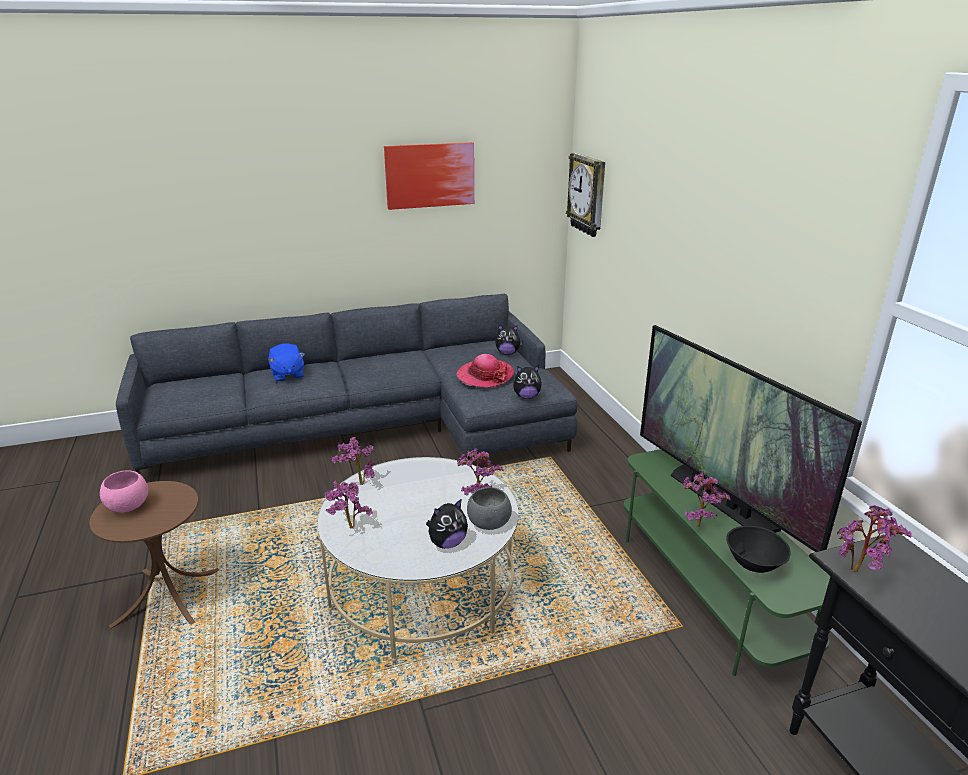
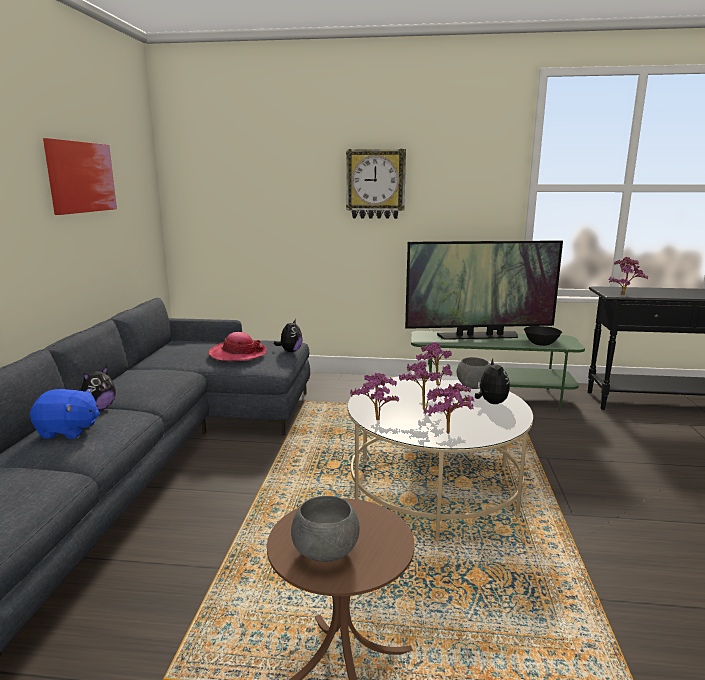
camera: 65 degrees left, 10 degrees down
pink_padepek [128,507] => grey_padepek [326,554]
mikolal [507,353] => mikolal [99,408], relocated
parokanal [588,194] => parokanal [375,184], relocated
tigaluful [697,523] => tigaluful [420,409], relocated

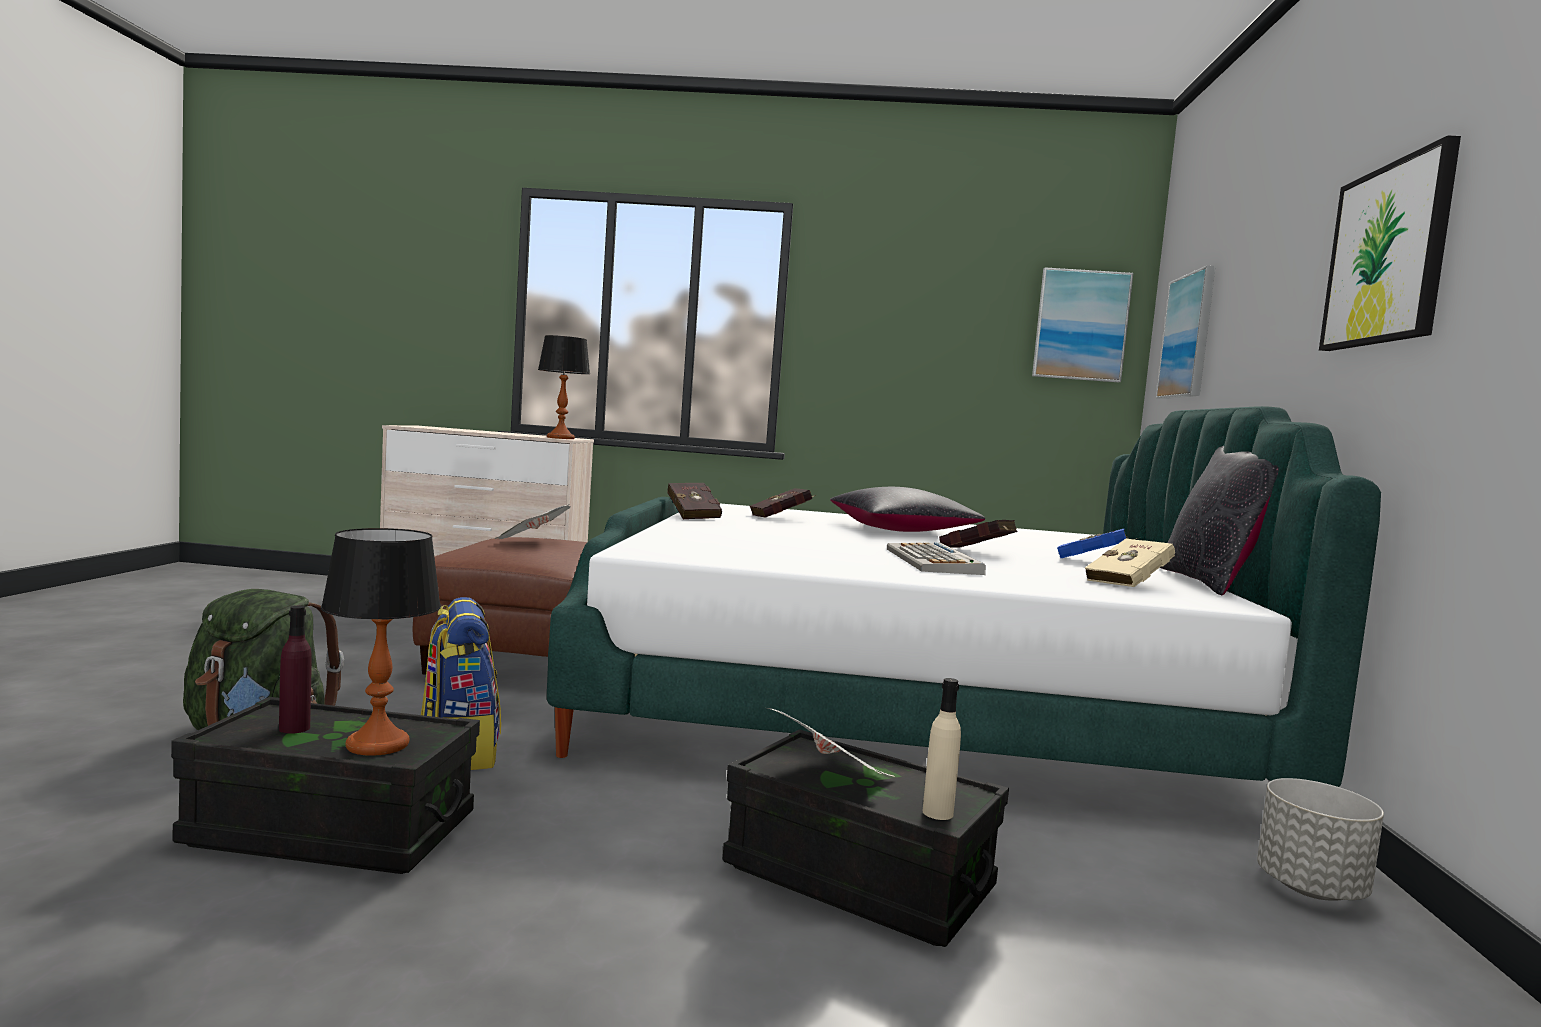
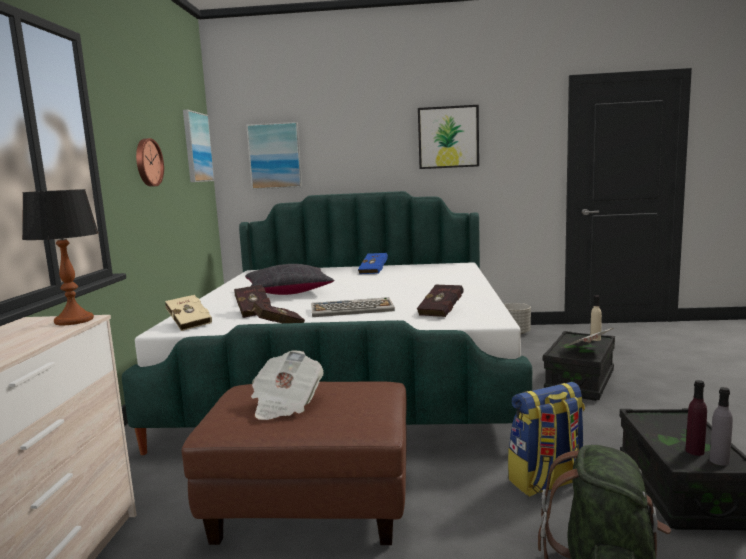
camera: 90 degrees left, 5 degrees up
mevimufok [378,744] => nothing
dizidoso [933,561] => dizidoso [353,309], relocated
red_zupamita [979,553] => red_zupamita [442,312], relocated
beige_zupamita [1130,583] => beige_zupamita [189,324], relocated
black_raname [1213,583] => nothing
nothing => parokanal [147,162]
nothing => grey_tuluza [719,461]

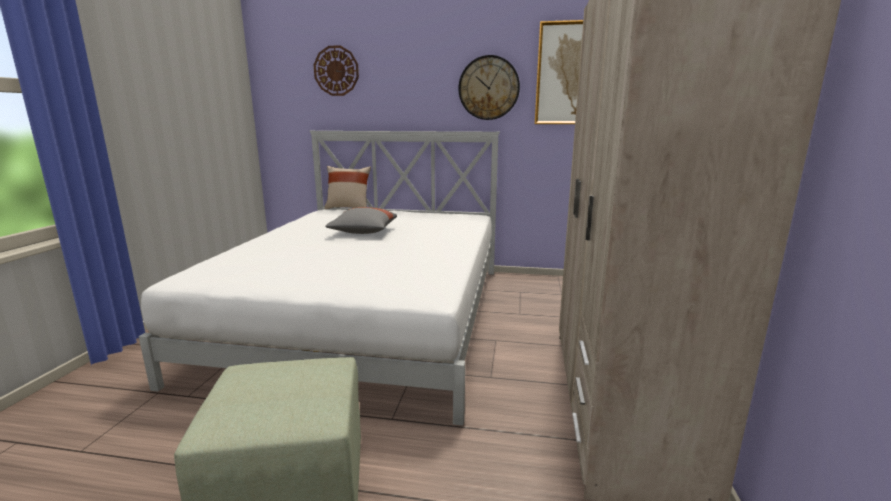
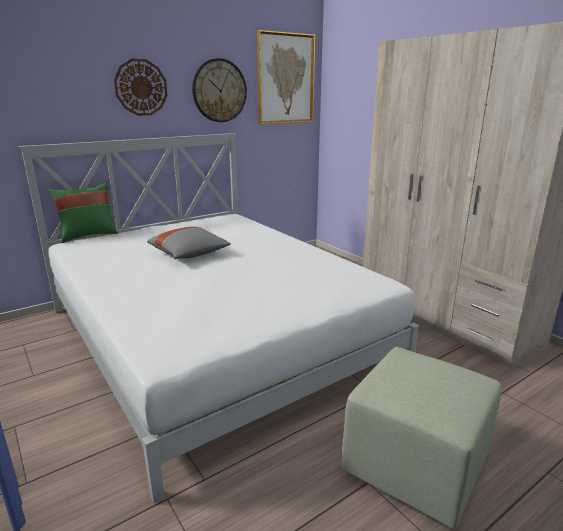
camera: 45 degrees left, 5 degrees up
parokanal [336,71] => parokanal [141,87], relocated
beige_raname [348,208] => green_raname [88,235]

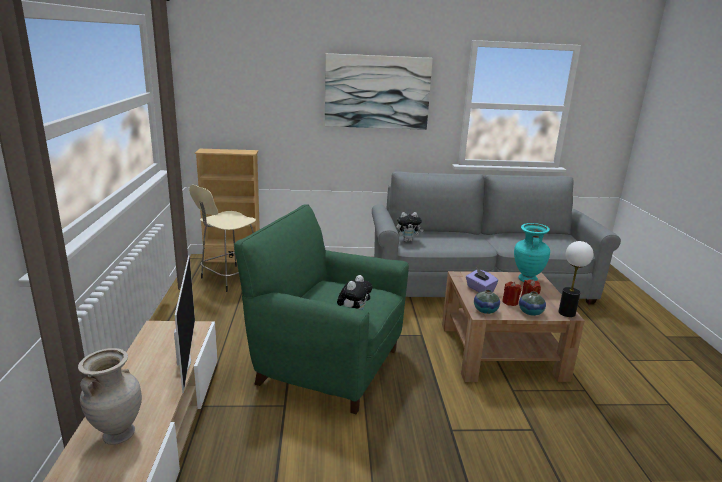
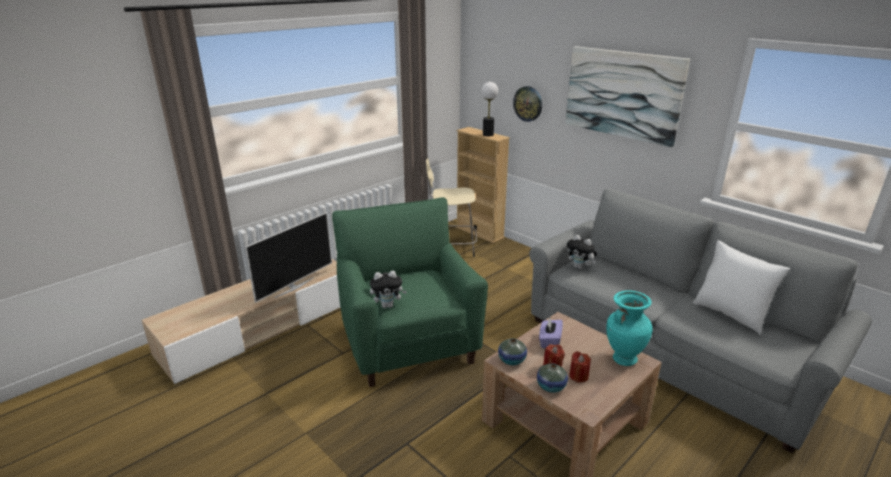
camera: 50 degrees right, 5 degrees up
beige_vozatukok [117,435] => nothing
mevimufok [567,313] => mevimufok [488,135], relocated
nothing => parokanal [528,103]
nothing => white_raname [730,314]

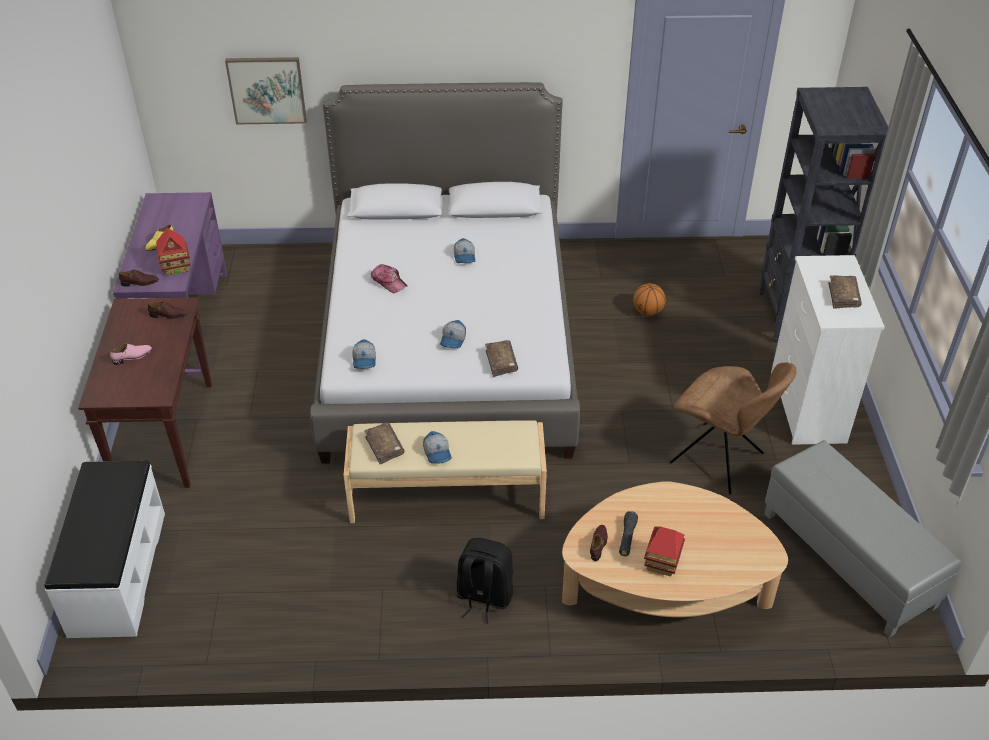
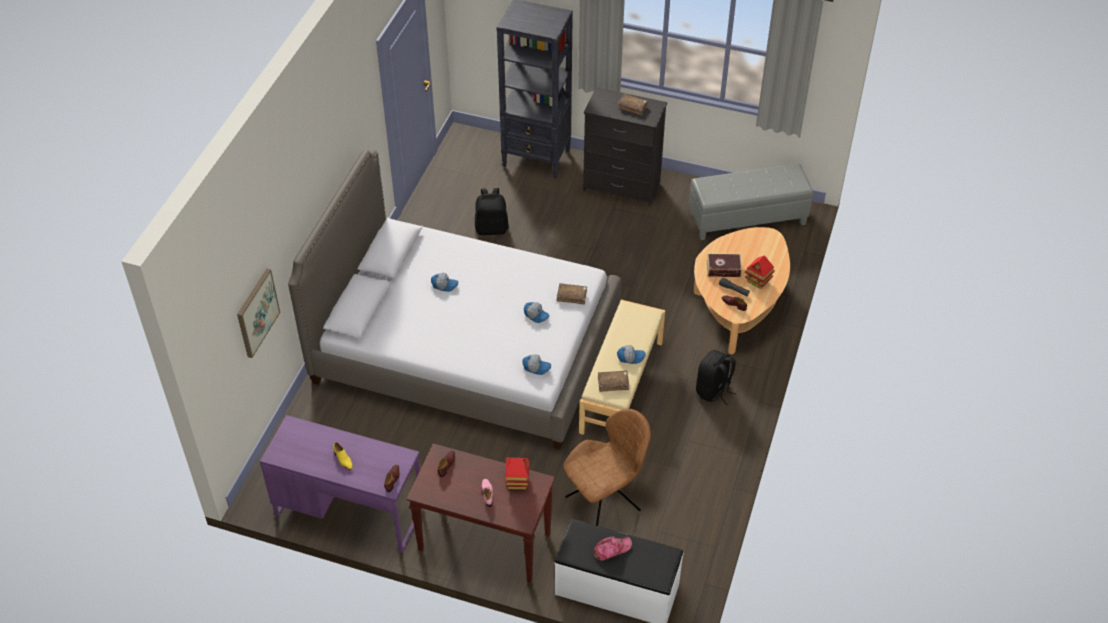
camera: 70 degrees left, 5 degrees up
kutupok [176,267] => kutupok [517,481], relocated
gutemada [389,282] => gutemada [611,549], relocated
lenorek [648,312] => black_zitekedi [492,228]
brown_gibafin [720,460] => brown_gibafin [605,502], relocated
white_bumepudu [807,407] => black_bumepudu [622,187]
nothing => zupamita [723,268]

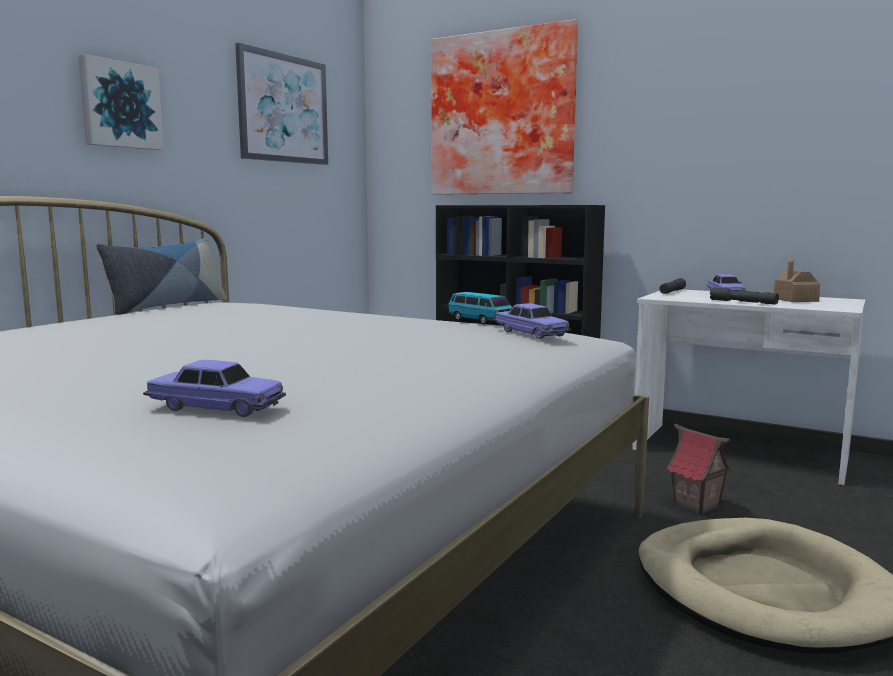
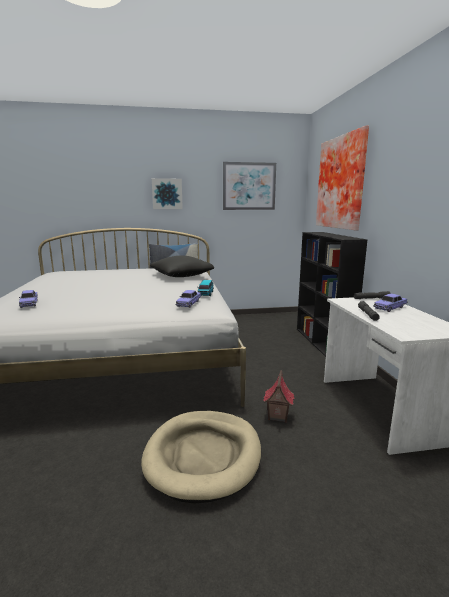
camera: 50 degrees right, 5 degrees up
kutupok [795,300] => nothing
nothing => black_raname [181,275]

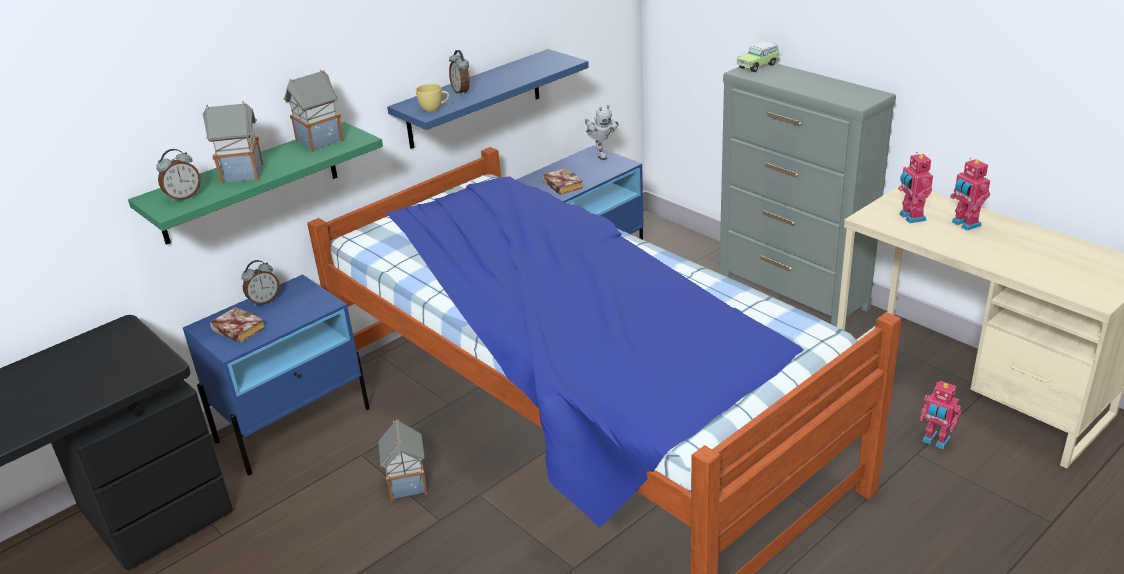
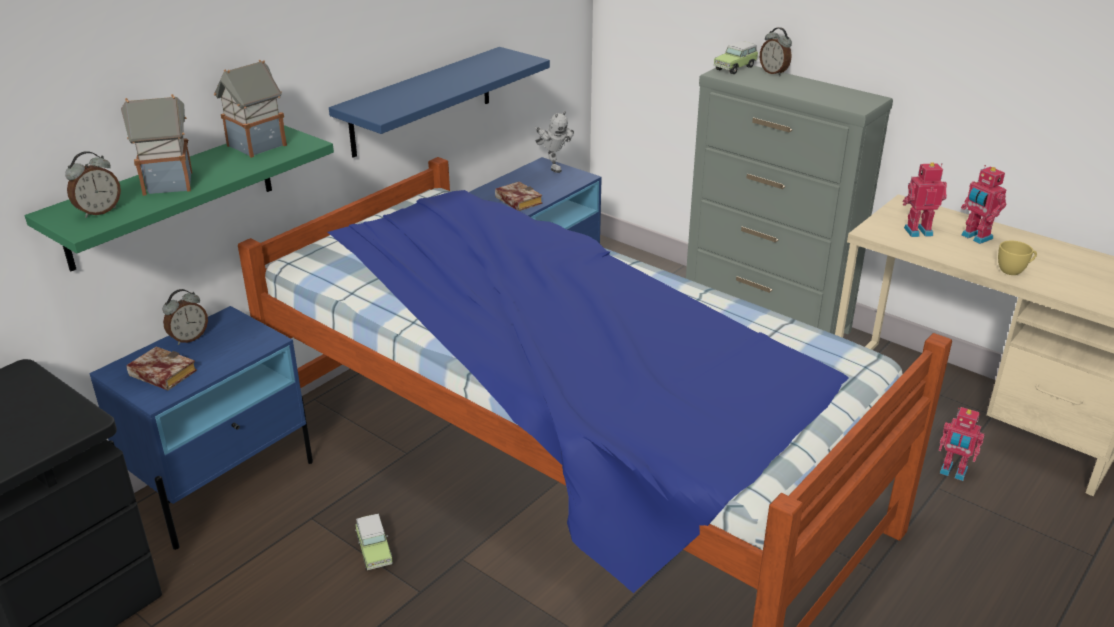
camera: 10 degrees left, 0 degrees up
kutupok [407,484] => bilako [374,551]
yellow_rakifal [434,109] => yellow_rakifal [1014,270], relocated
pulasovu [462,92] => pulasovu [774,73], relocated
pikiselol [910,217] => pikiselol [917,231], 105 degrees clockwise

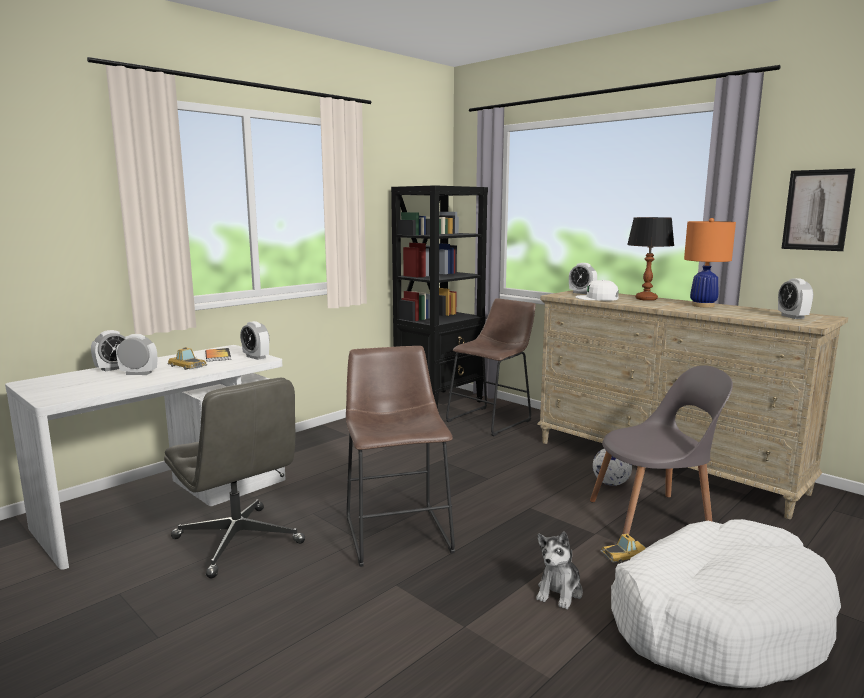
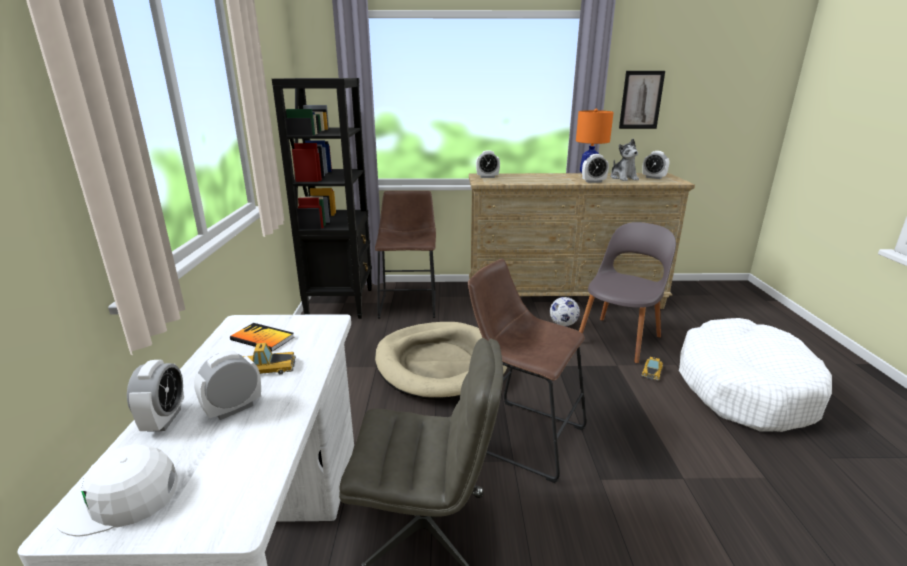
camera: 45 degrees left, 10 degrees up
pulasovu [256,357] => pulasovu [593,181], relocated
mikolal [559,592] => mikolal [623,178], relocated
white_gutemada [597,298] => white_gutemada [122,499], relocated
mevimufok [646,299] => nothing
nothing => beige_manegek [439,364]

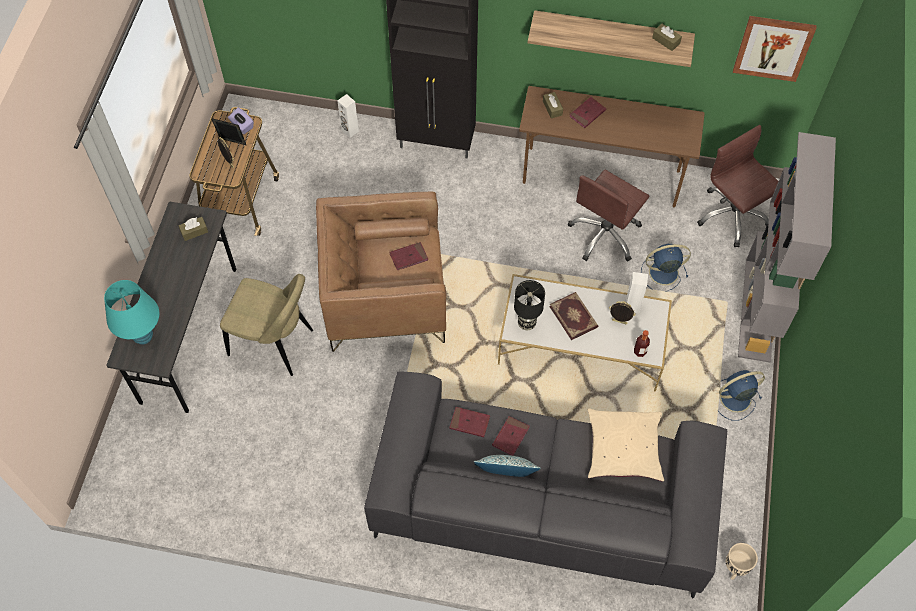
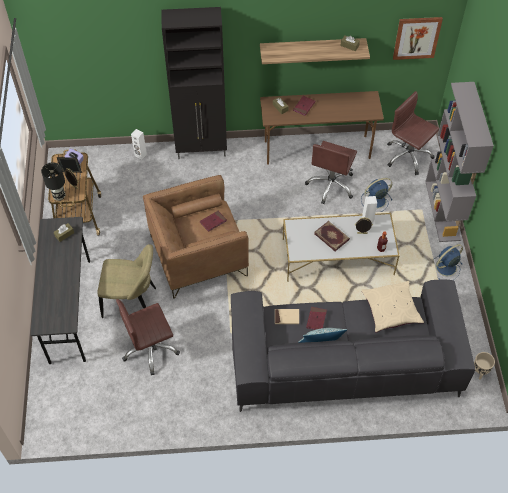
camera: 15 degrees left, 5 degrees down
turquoise_mevimufok [143,337] => nothing
red_zupamita [469,423] => beige_zupamita [286,317]
black_mevimufok [527,323] => black_mevimufok [59,196], relocated
nothing => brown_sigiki [150,349]

